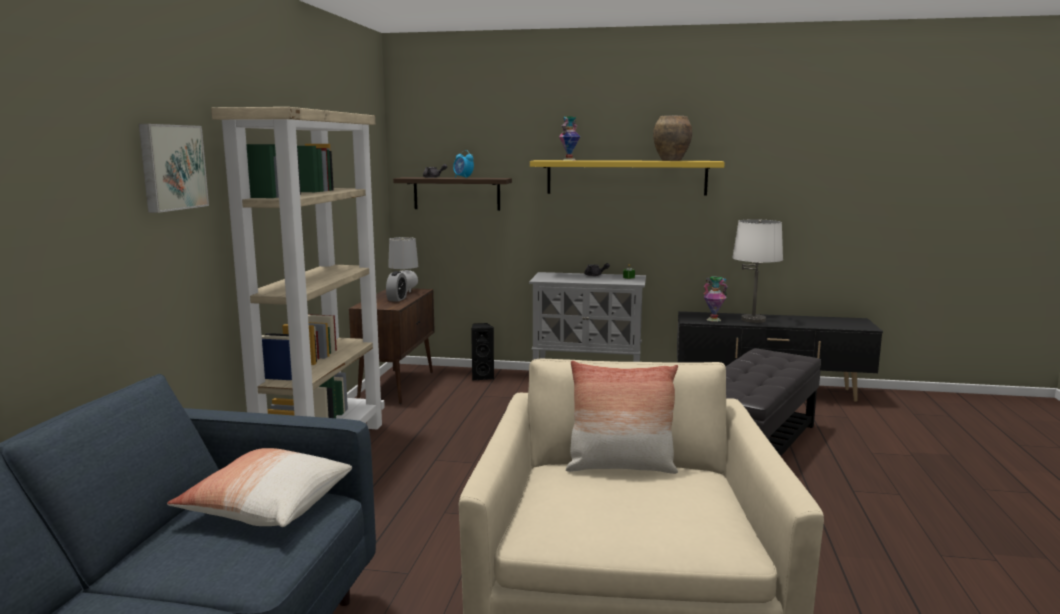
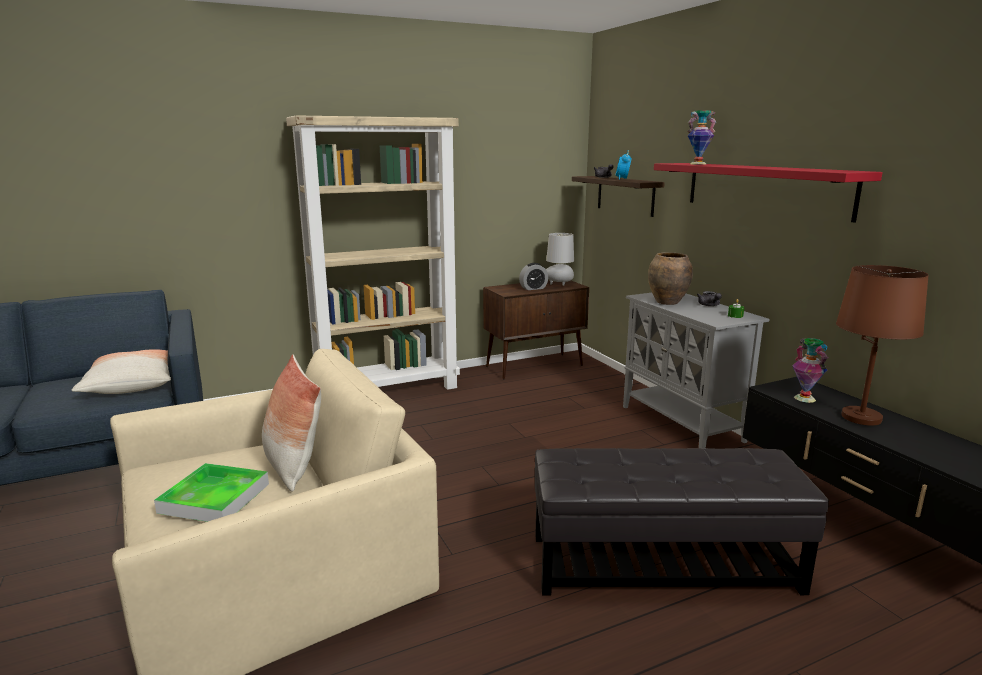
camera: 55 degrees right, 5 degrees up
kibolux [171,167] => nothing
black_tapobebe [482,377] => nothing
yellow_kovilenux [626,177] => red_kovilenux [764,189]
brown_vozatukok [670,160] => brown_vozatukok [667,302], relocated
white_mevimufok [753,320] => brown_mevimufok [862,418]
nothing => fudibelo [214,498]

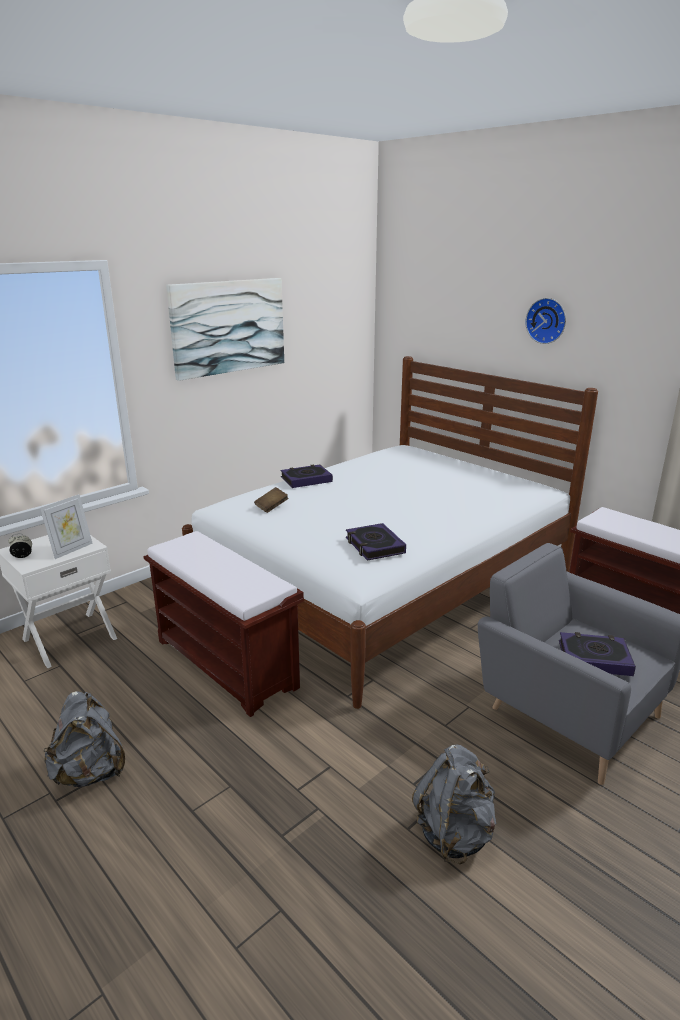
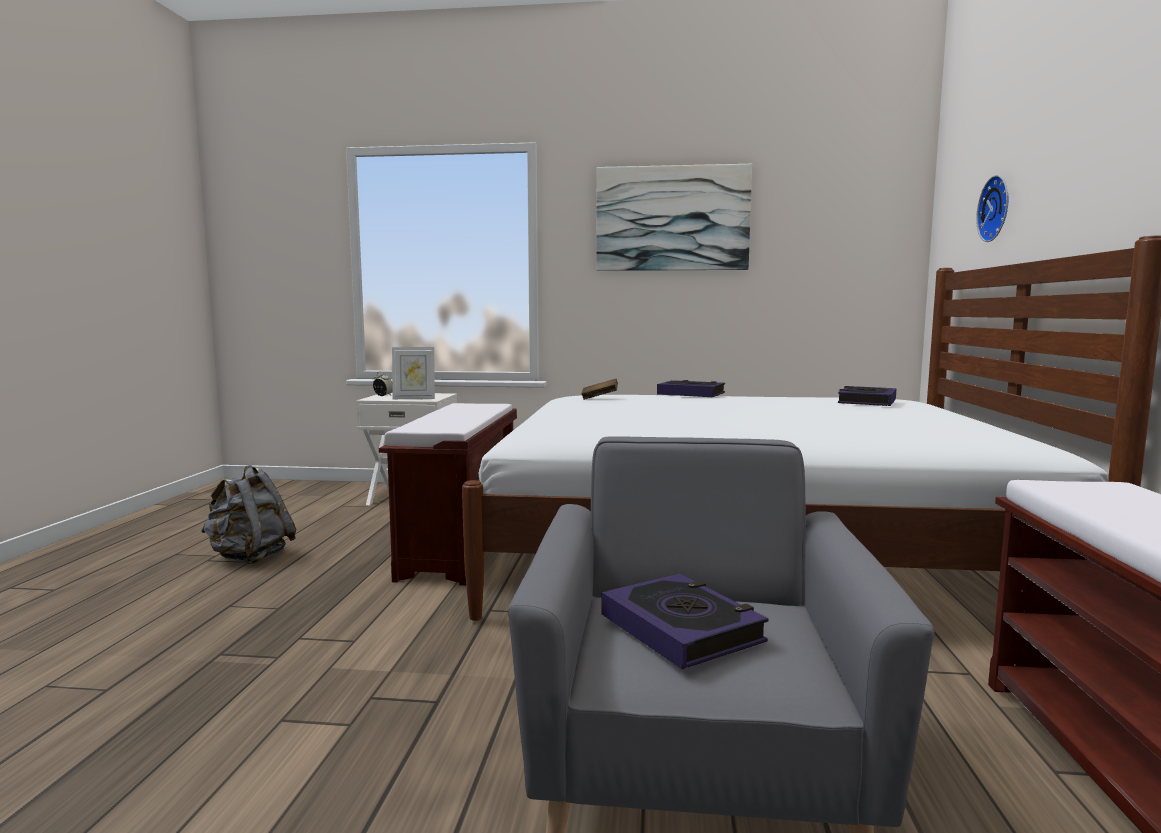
camera: 50 degrees right, 15 degrees down
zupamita [374,546] => zupamita [866,401], relocated
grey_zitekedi [455,833] => nothing
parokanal [547,320] => parokanal [997,208], relocated

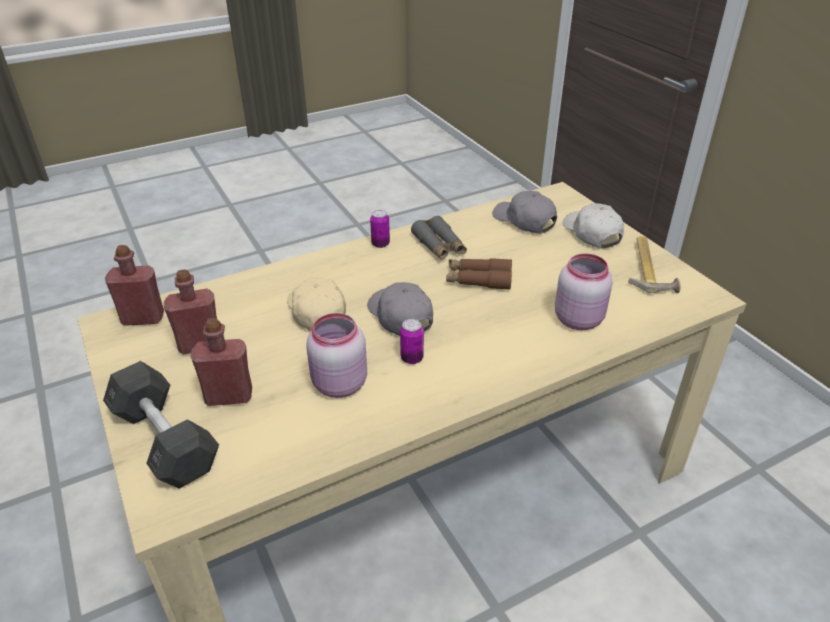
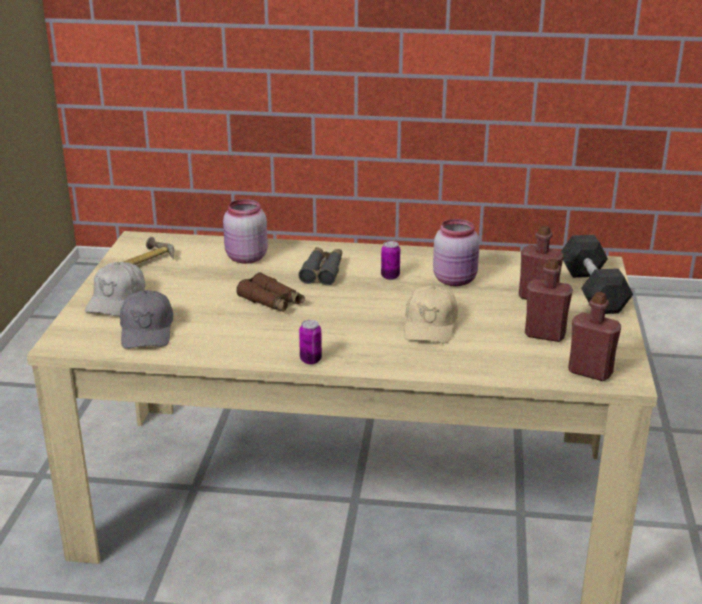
camera: 145 degrees left, 10 degrees down
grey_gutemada [400,316] => nothing
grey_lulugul [439,246] => grey_lulugul [322,272], relocated

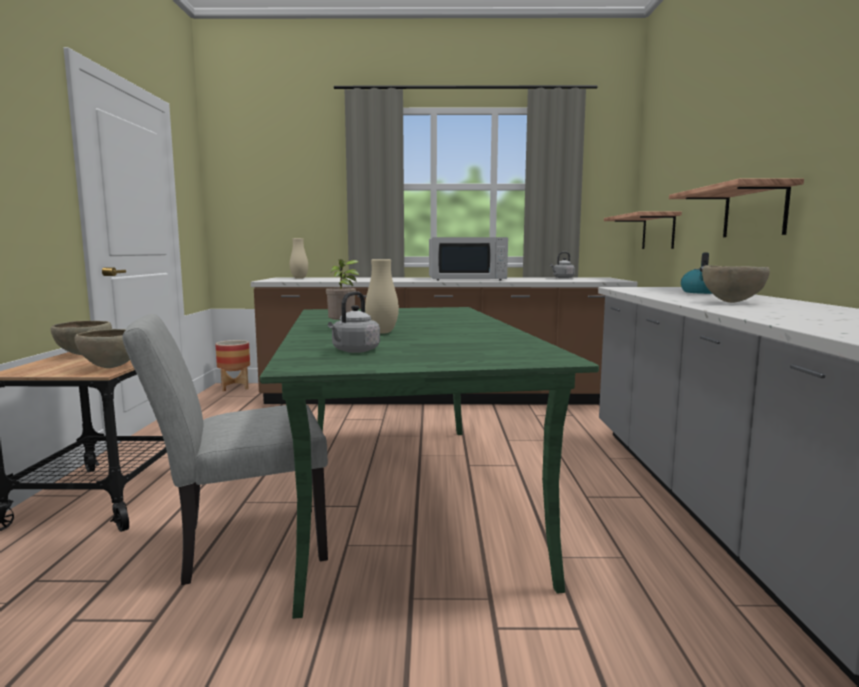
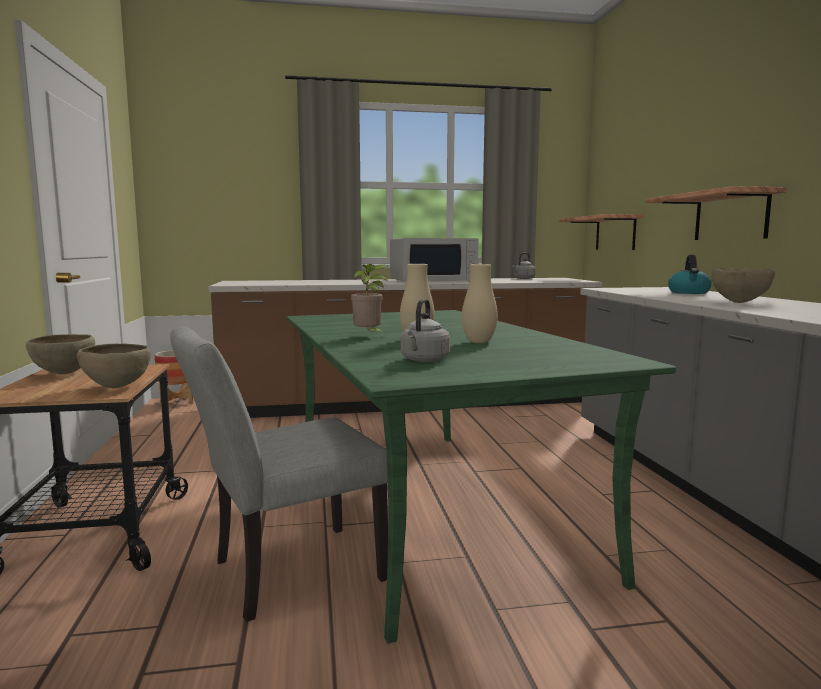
camera: 10 degrees left, 0 degrees up
beige_vozatukok [299,278] => beige_vozatukok [479,342], relocated

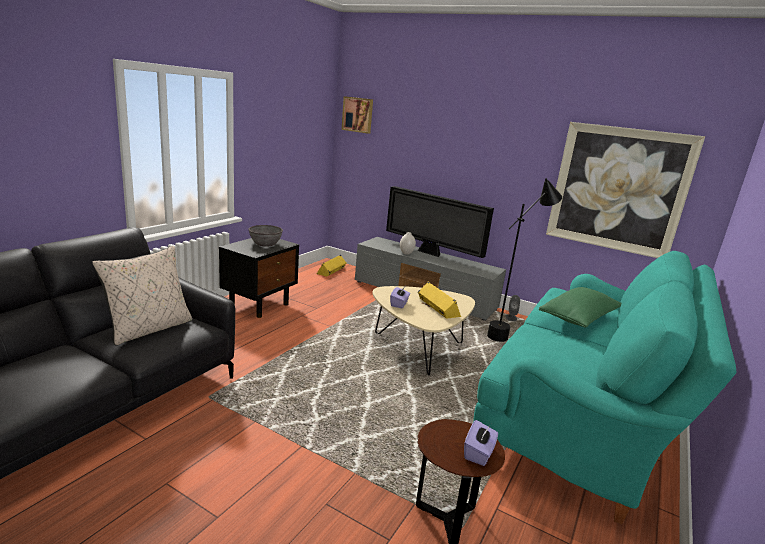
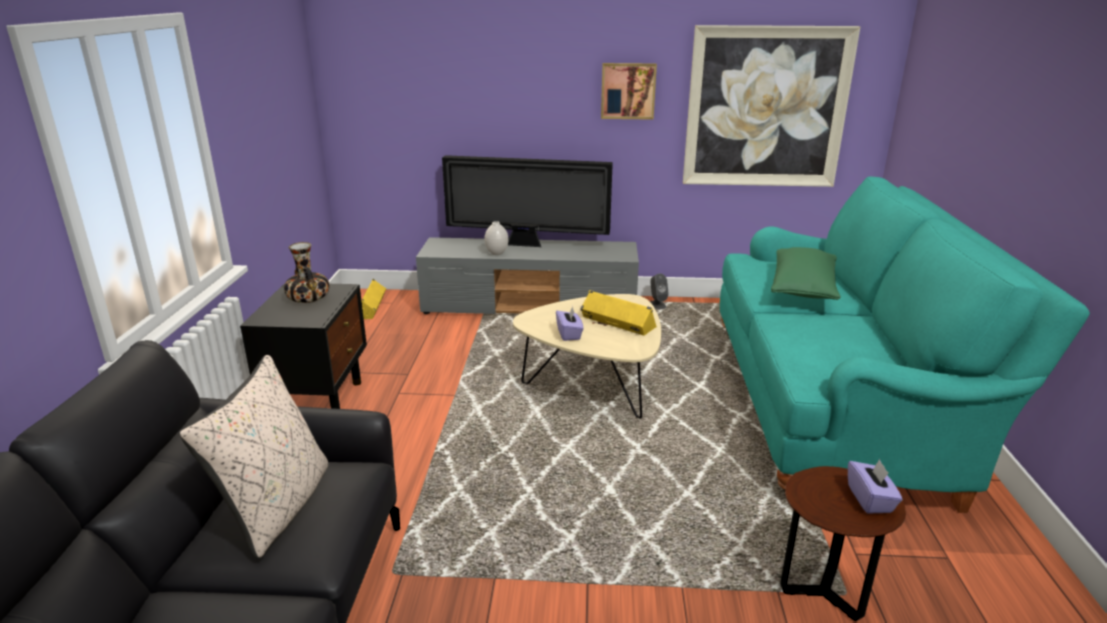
camera: 25 degrees left, 5 degrees up
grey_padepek [265,244] => vozatukok [308,298]
kibolux [358,114] => kibolux [628,91], relocated
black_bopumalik [509,334] => nothing

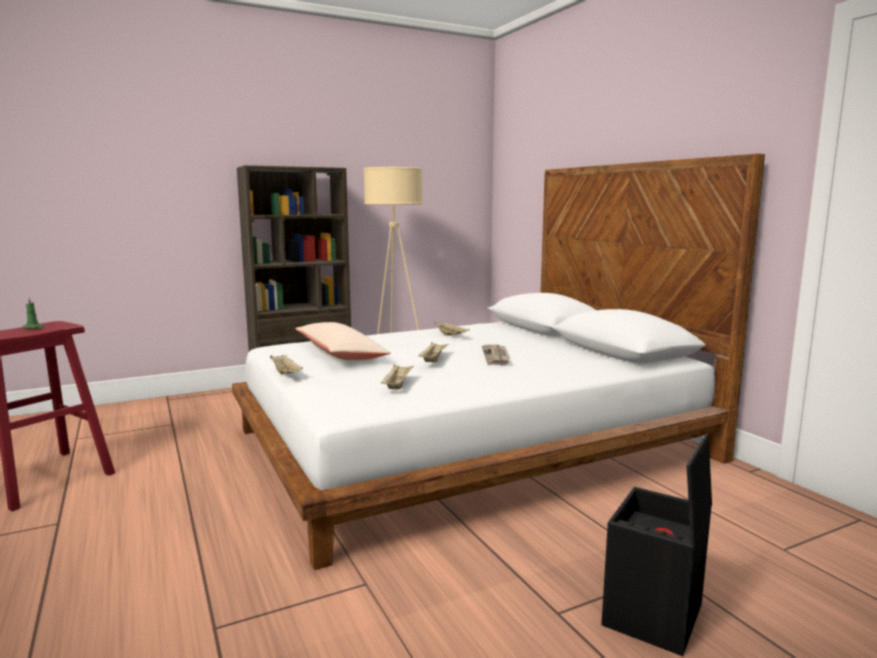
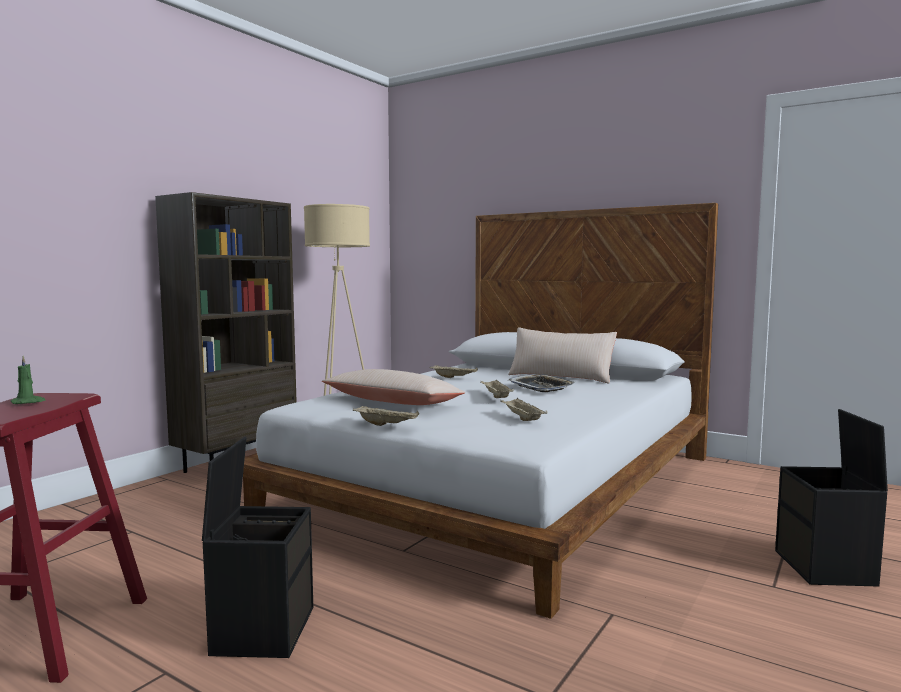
camera: 30 degrees left, 5 degrees down
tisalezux [496,356] => fudibelo [541,388]
nothing => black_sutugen [263,629]
nothing => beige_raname [560,377]

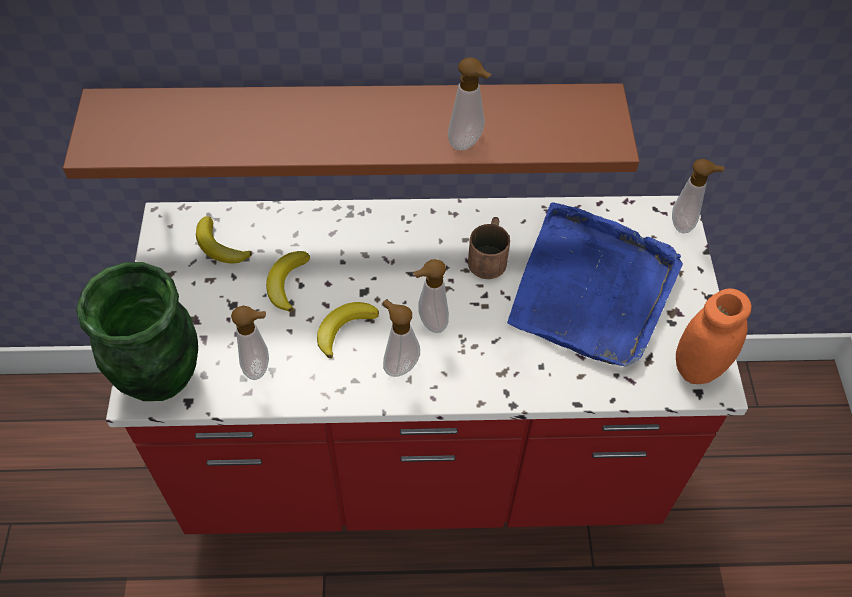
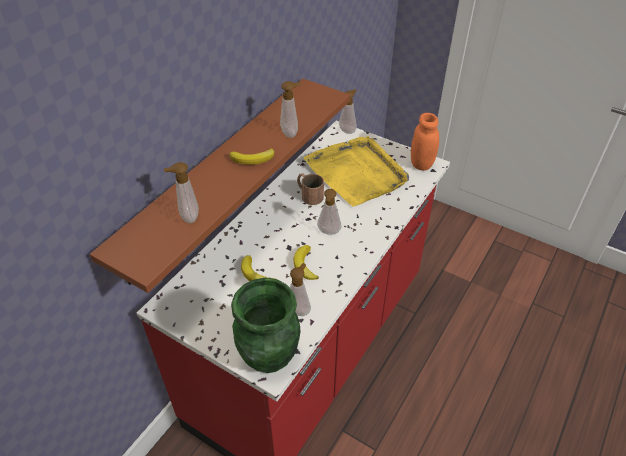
camera: 55 degrees left, 10 degrees down
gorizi [220,246] => gorizi [253,159], relocated
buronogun [399,364] => buronogun [187,217], relocated
blue_fudibelo [592,290] => yellow_fudibelo [357,173]

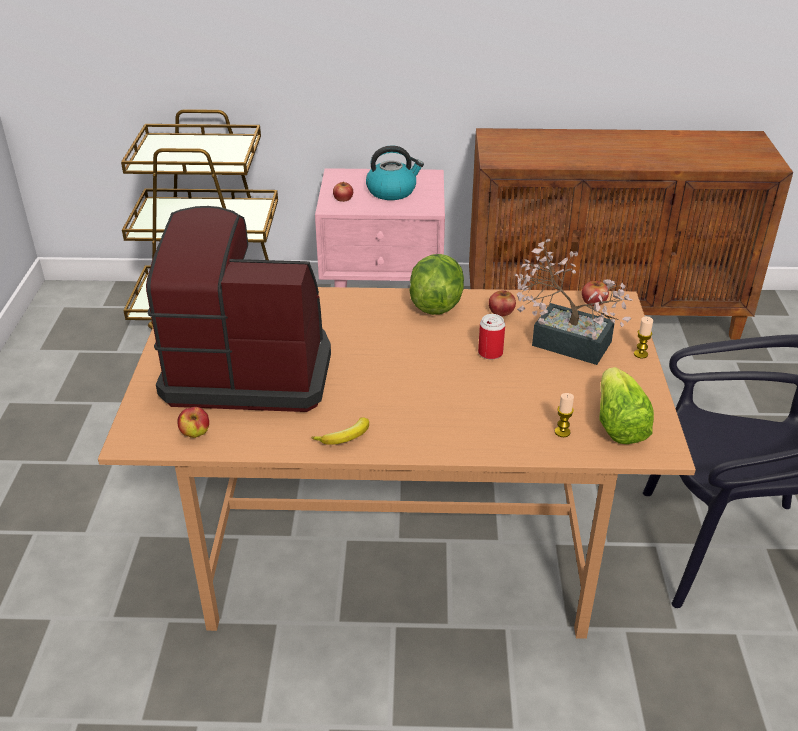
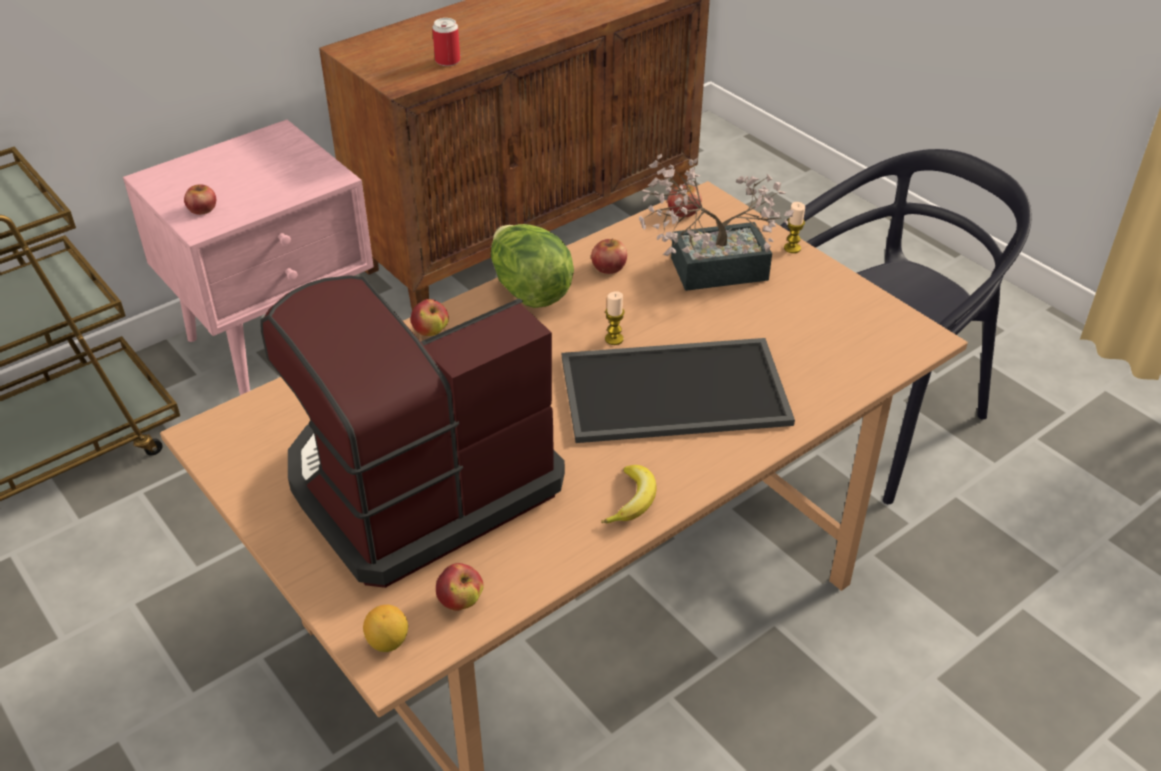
camera: 40 degrees left, 5 degrees up
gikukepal [392,191] => nothing
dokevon [490,353] => dokevon [447,61], relocated
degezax [562,432] => degezax [614,339], relocated
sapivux [618,424] => nothing
nothing => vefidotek [388,642]
nothing => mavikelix [430,332]
nothing => fudibelo [676,388]

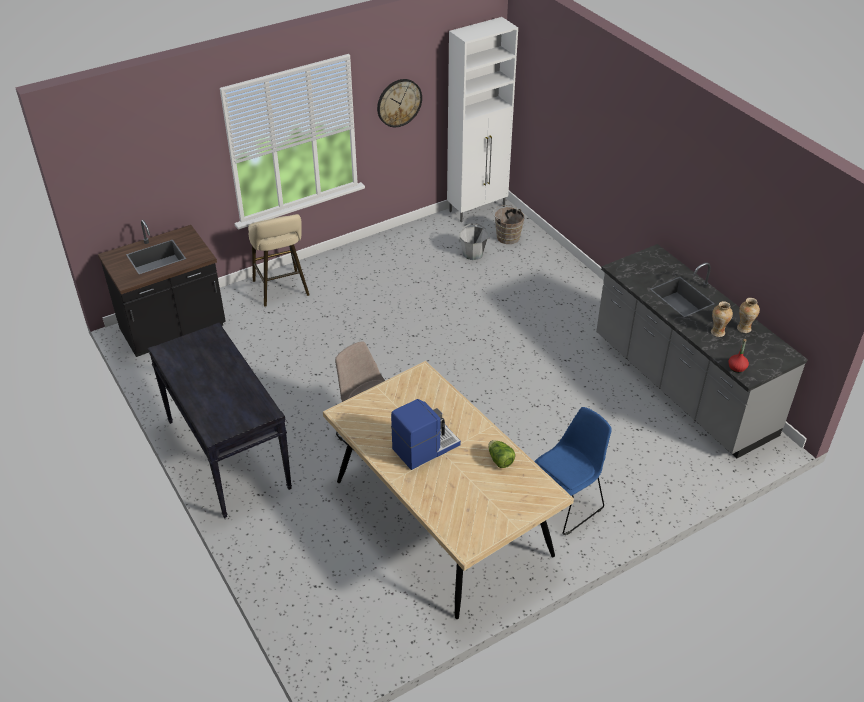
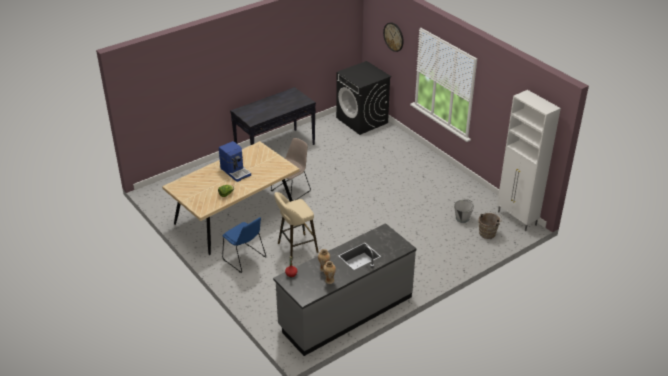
camera: 85 degrees right, 5 degrees down
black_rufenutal [173,330] => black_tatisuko [362,120]
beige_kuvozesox [282,290] => beige_kuvozesox [295,248], relocated
parokanal [399,102] => parokanal [393,36], relocated

